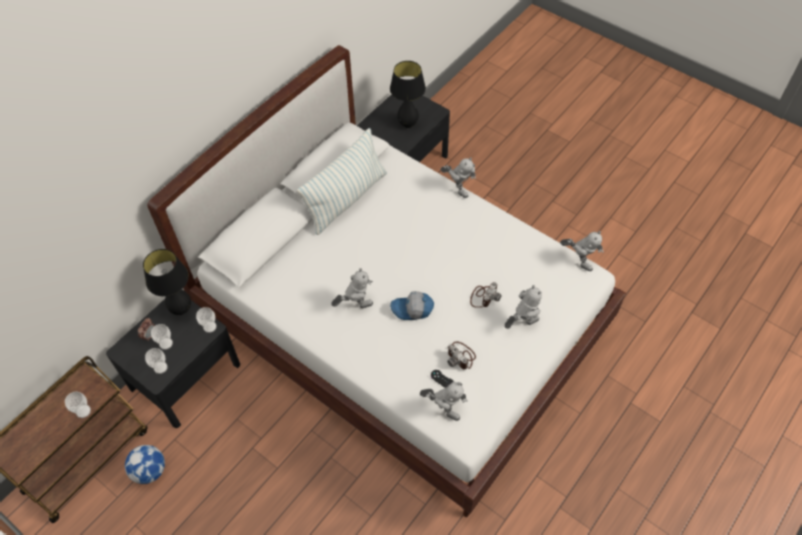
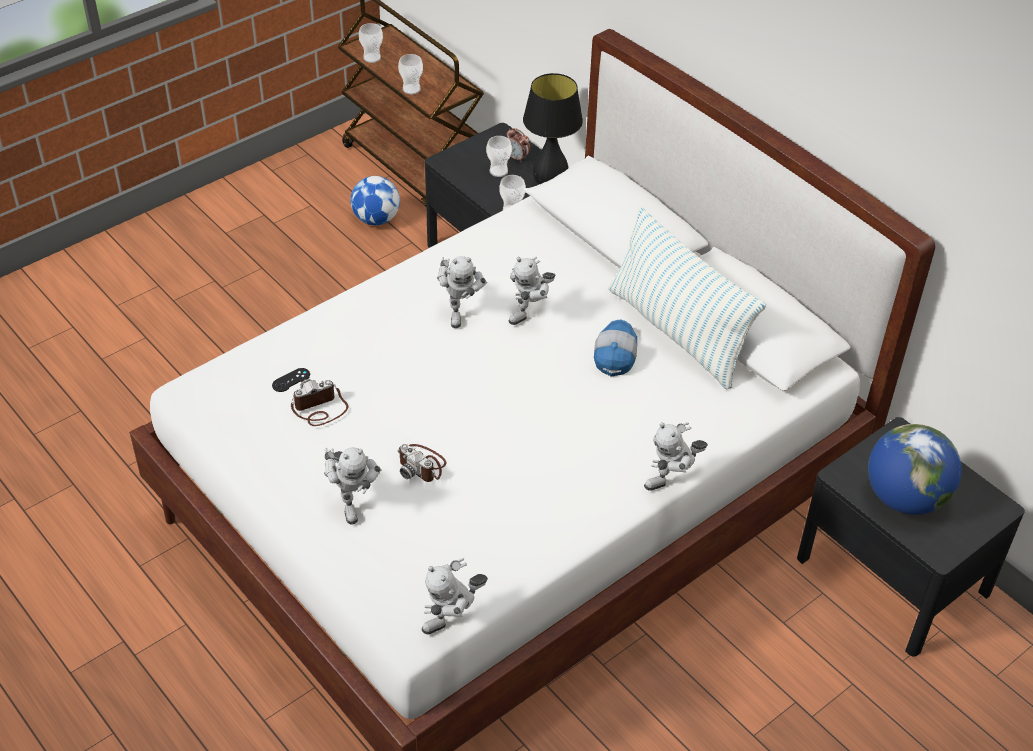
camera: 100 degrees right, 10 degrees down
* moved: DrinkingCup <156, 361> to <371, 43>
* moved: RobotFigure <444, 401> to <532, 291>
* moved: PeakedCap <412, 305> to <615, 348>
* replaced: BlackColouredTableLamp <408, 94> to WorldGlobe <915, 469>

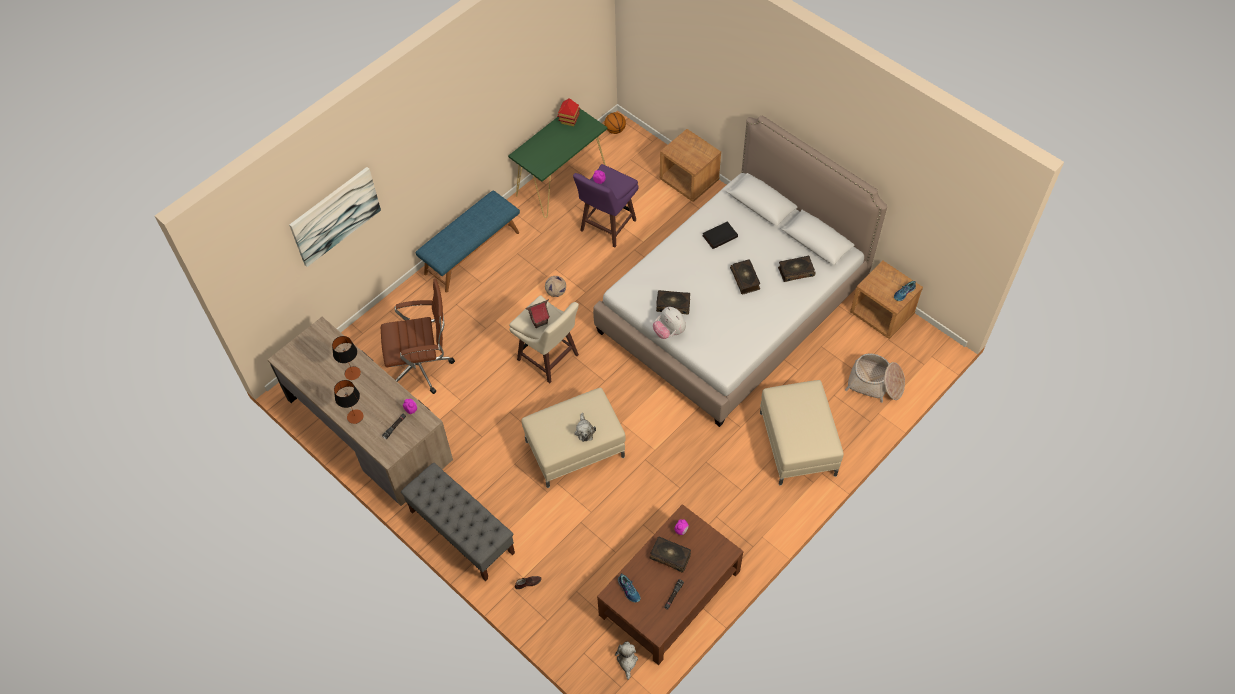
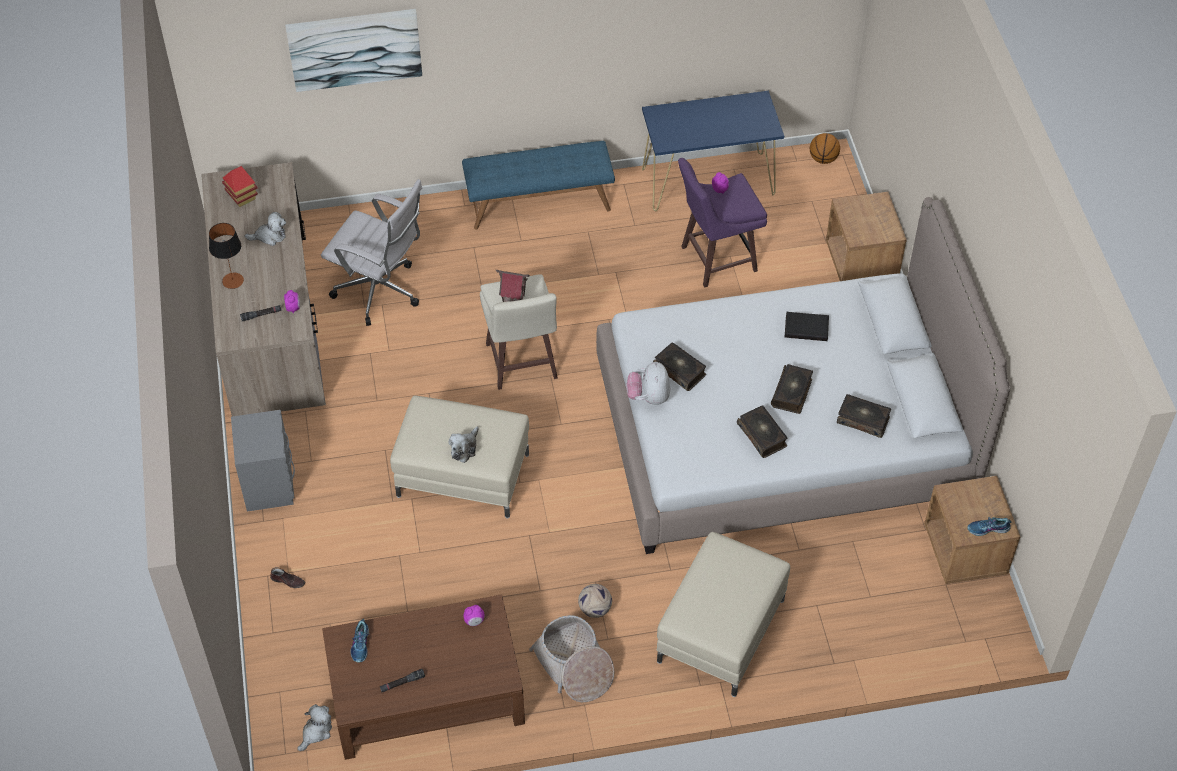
camera: 35 degrees right, 5 degrees down
* moved: ToyHouse <568, 112> to <240, 186>
* replaced: GrayBench <458, 522> to GrayBedsideTable <263, 461>
* replaced: TableLamp <346, 358> to PlushToy <265, 229>
* recoloured: BrownColouredComputerChair <418, 336> to WhiteColouredComputerChair <371, 252>
* moved: Basket <875, 378> to <571, 658>
* moved: FootballBall <555, 286> to <595, 601>
* recoloured: GreenColouredNarrowTable <557, 163> to BluishNarrowTable <713, 151>
* moved: BoundBook <670, 555> to <762, 431>

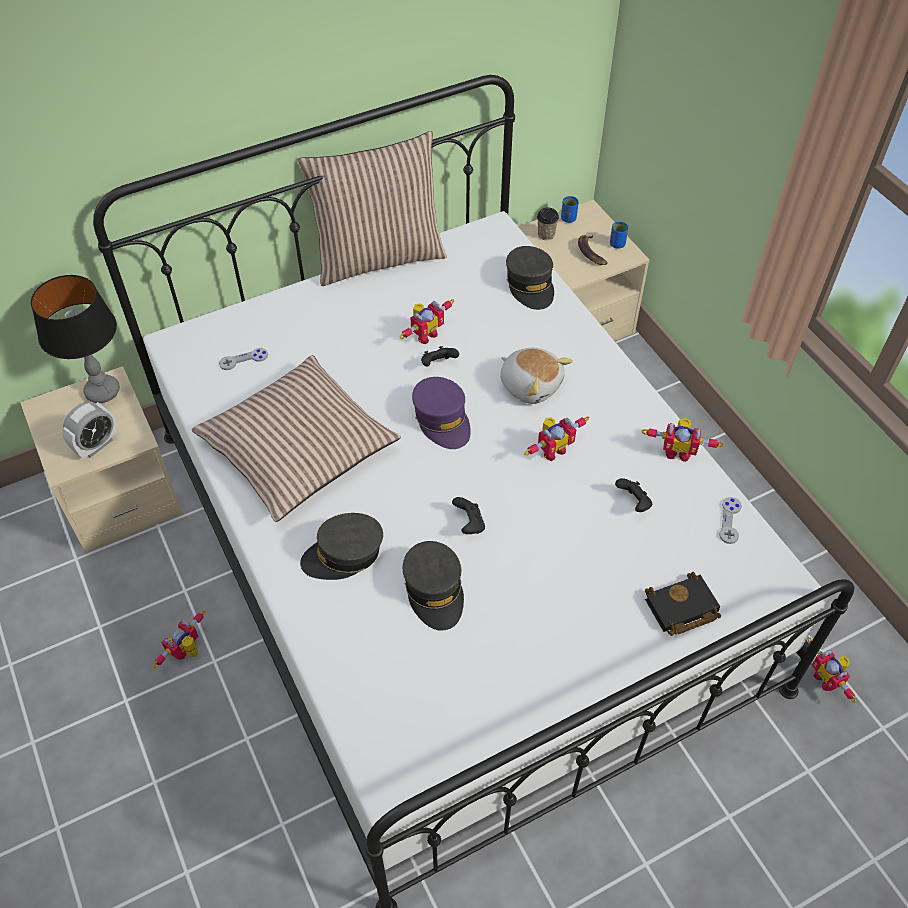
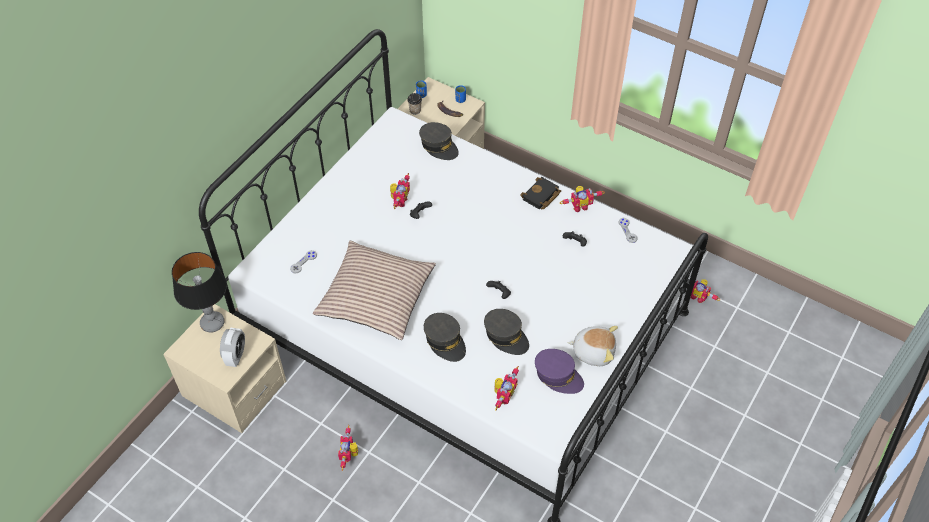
camera: 30 degrees left, 0 degrees up
* turned: GrayPeakedCap <341, 546> = <445, 337> 75 degrees counterclockwise
* moved: RobotFigure <556, 439> to <506, 388>
* moved: BlackColouredBoundBook <683, 604> to <540, 193>
* moved: PurplishPeakedCap <441, 413> to <559, 371>
* moved: PlushToy <536, 376> to <593, 346>
* removed: Cushion <372, 208>

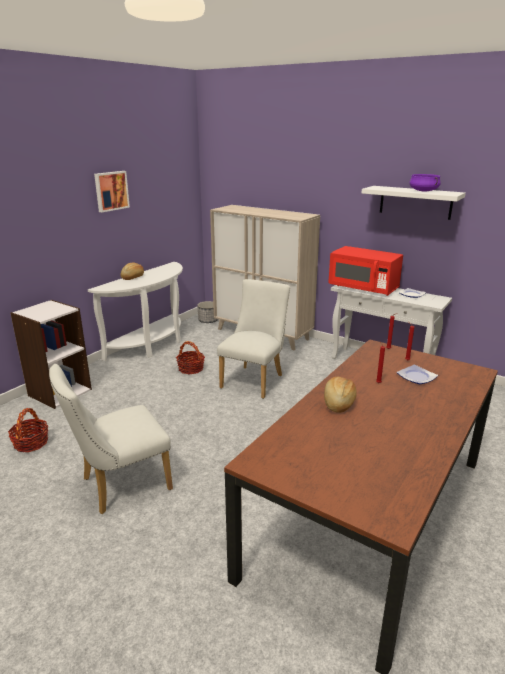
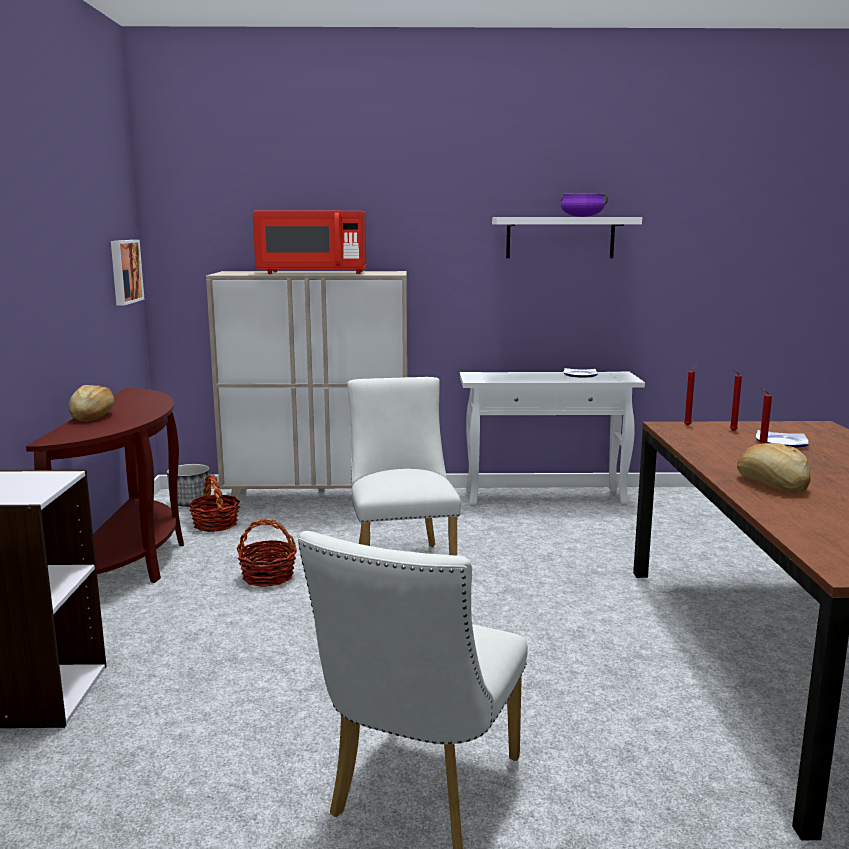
camera: 35 degrees left, 10 degrees down
* recoloured: WhiteColouredNarrowTable <135, 311> to BrownColouredNarrowTable <105, 485>
* moved: WallArt <112, 191> to <127, 273>
* moved: Basket <28, 430> to <214, 503>
* moved: RedColouredMicrowave <365, 271> to <310, 242>

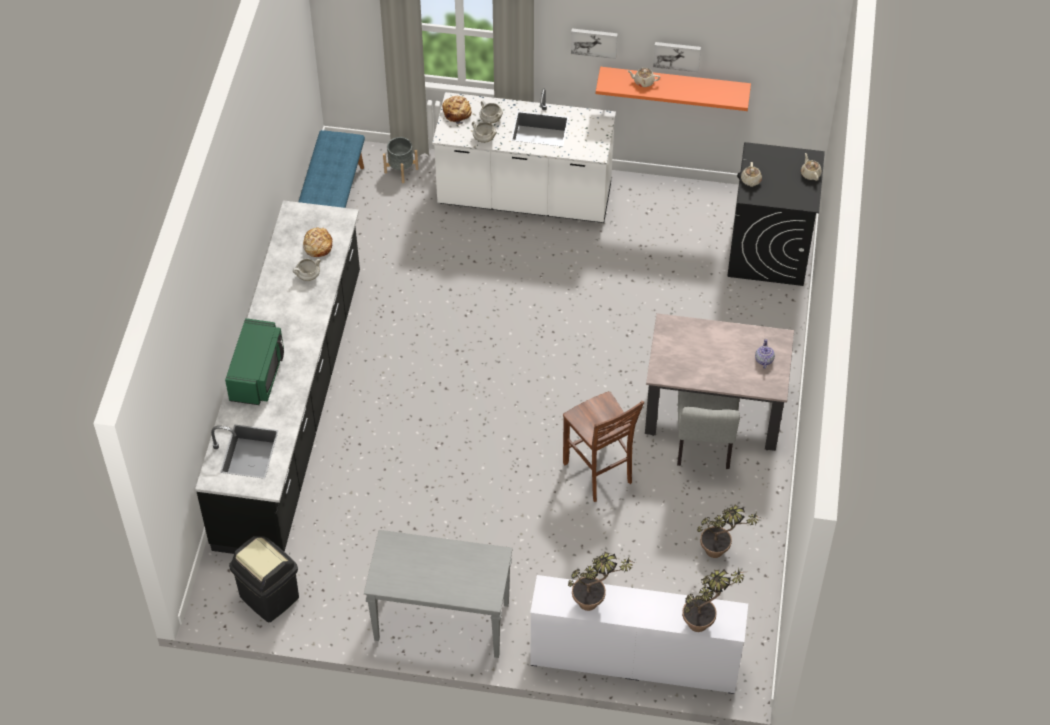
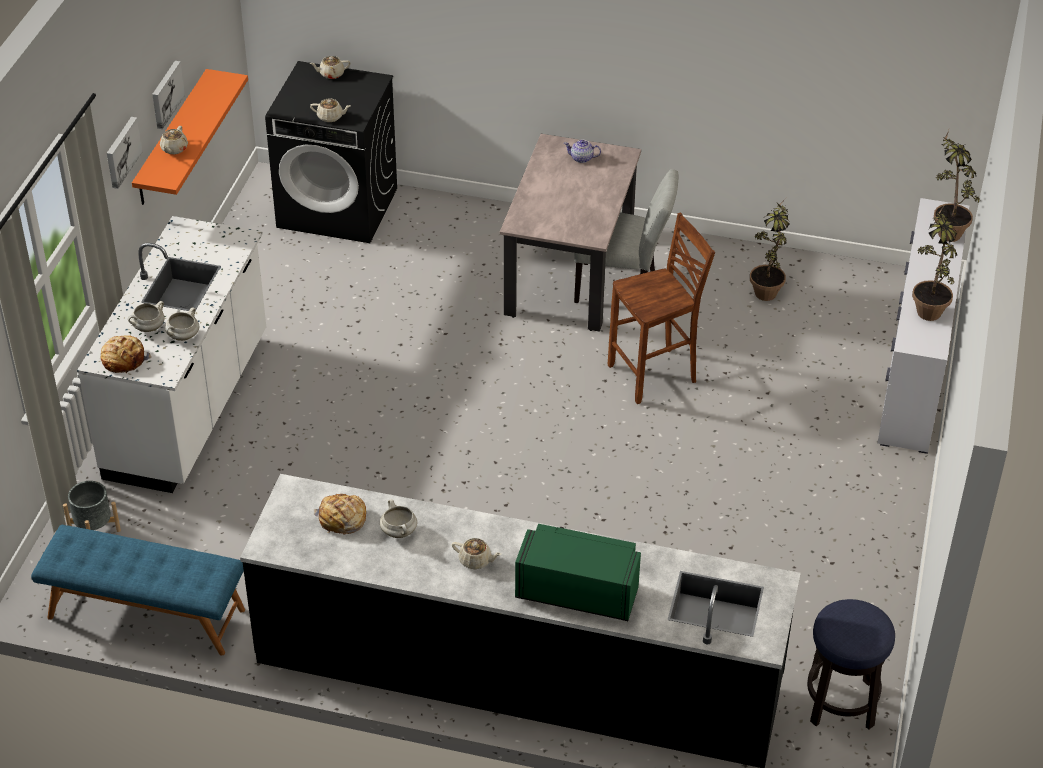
camera: 85 degrees left, 10 degrees down
* added: BeigeTeaPot <476, 553>
* replaced: BlackColouredWasteBin <264, 579> to Stool <851, 664>
* removed: GrayNarrowTable <438, 594>

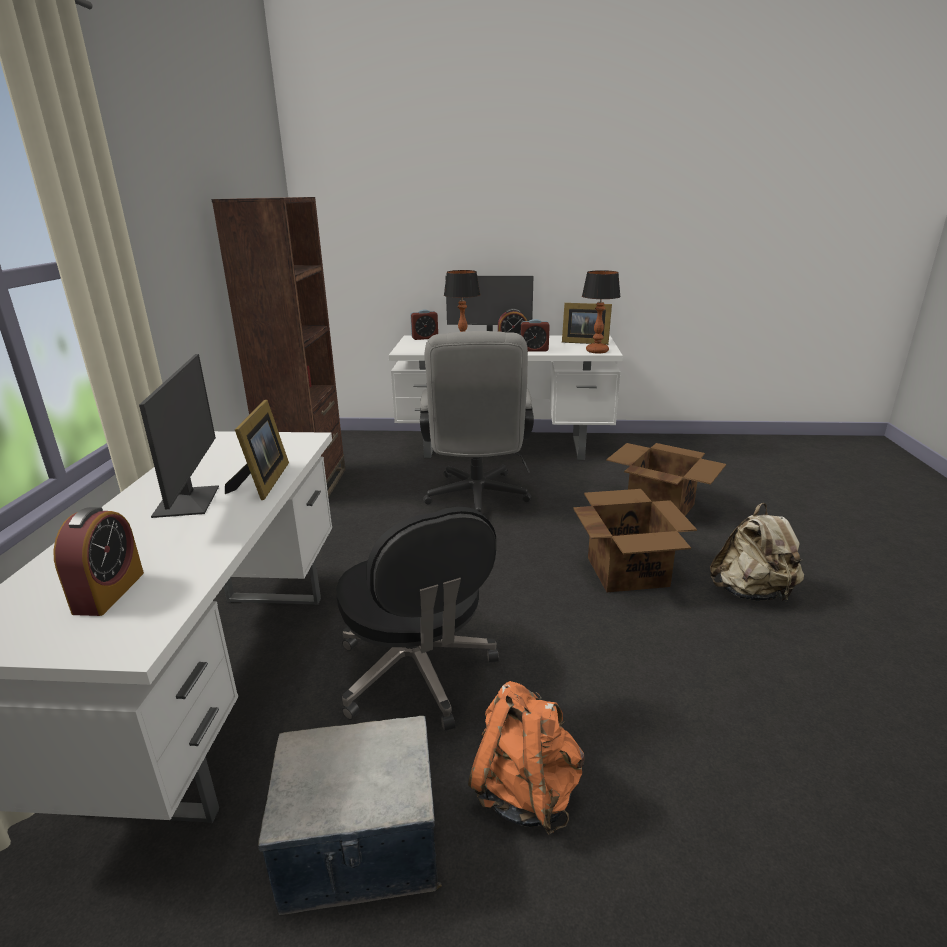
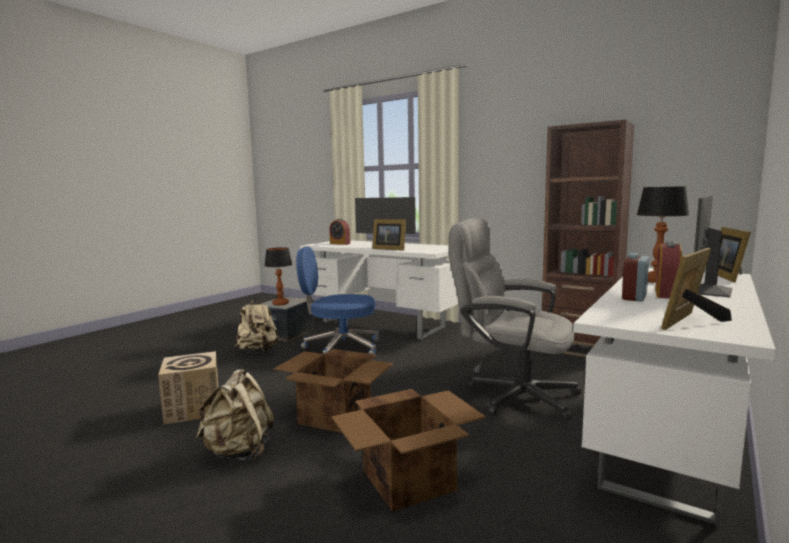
camera: 120 degrees right, 15 degrees down
* added: CardboardBox <188, 388>
* recoloured: OrangeColouredRucksack <526, 758> to BeigeRucksack <256, 325>
* moved: TableLamp <601, 312> to <278, 276>
* recoloured: BlackColouredComputerChair <417, 619> to BluishComputerChair <337, 300>
* replaced: TableClock <424, 325> to PhotoFrame <734, 255>

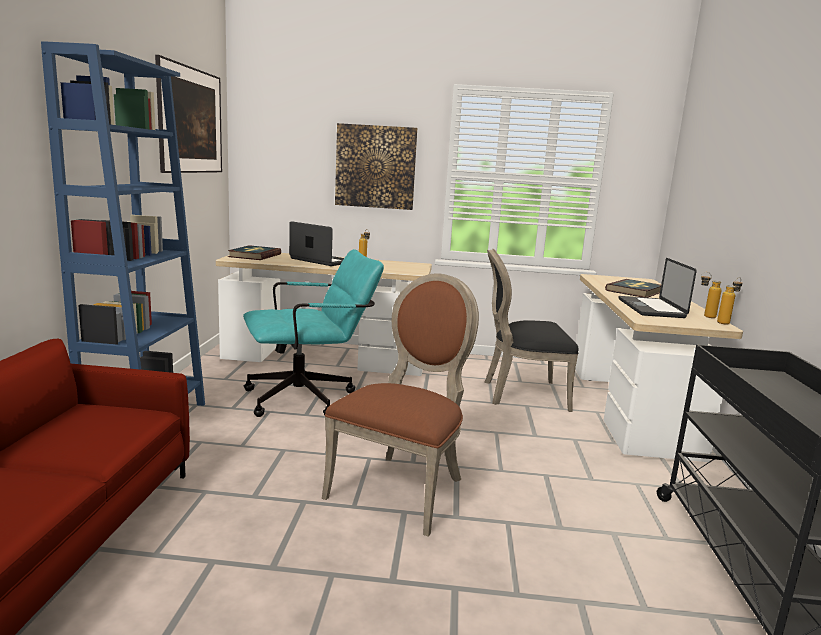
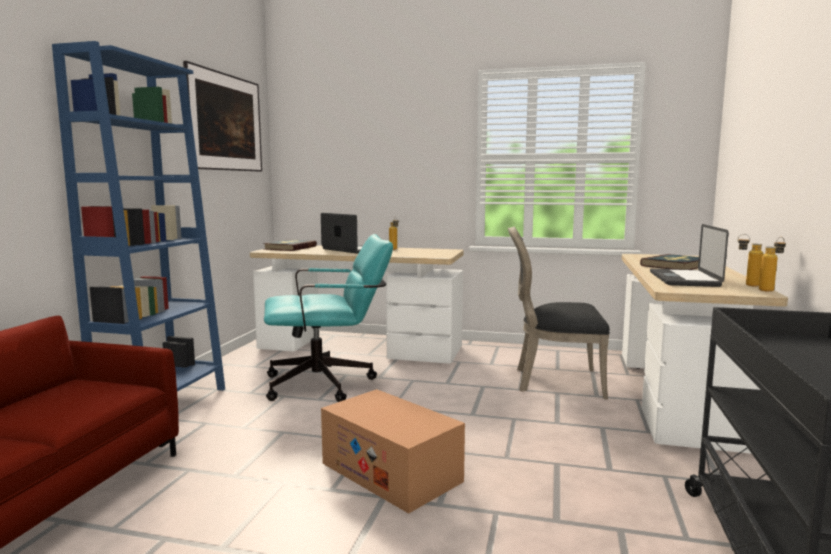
camera: 10 degrees right, 5 degrees down
* replaced: BrownColouredUprightChair <400, 405> to CardboardBox <393, 451>
* removed: WallArt <376, 166>

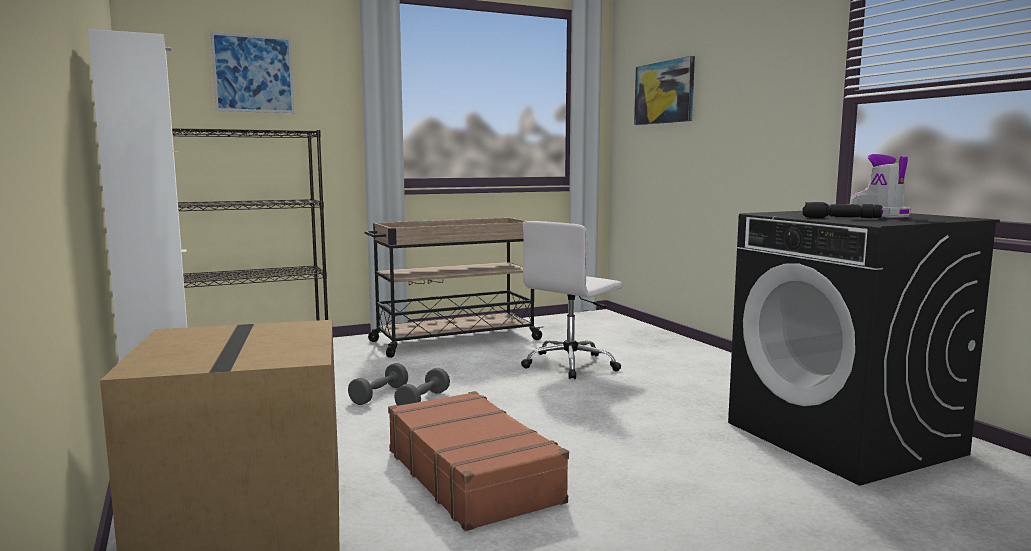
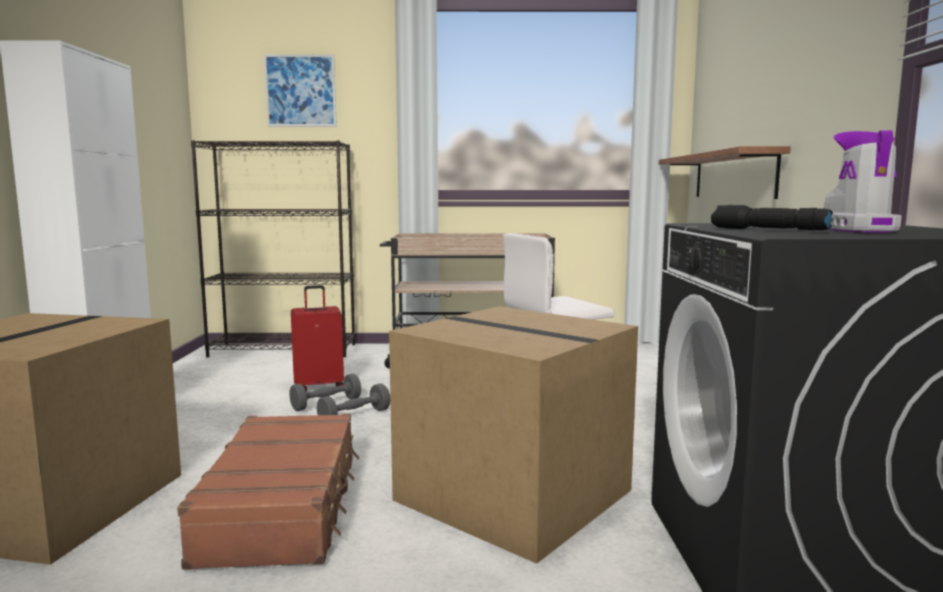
camera: 25 degrees right, 0 degrees up
* added: RedColouredSuitcase <317, 338>
* added: CardboardBox <513, 435>
* added: BracketShelf <725, 172>
* removed: WallArt <664, 90>

